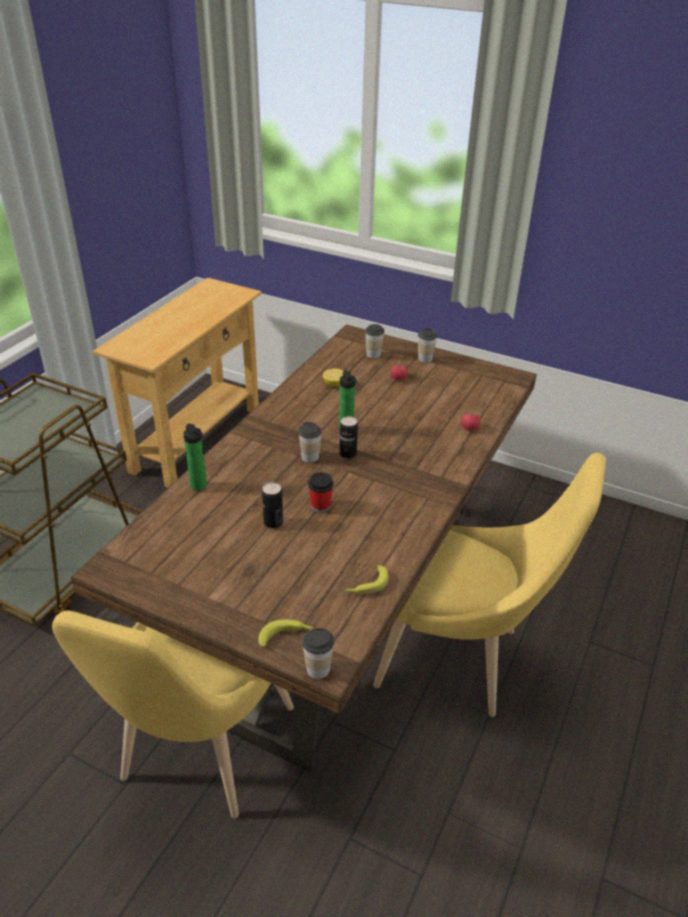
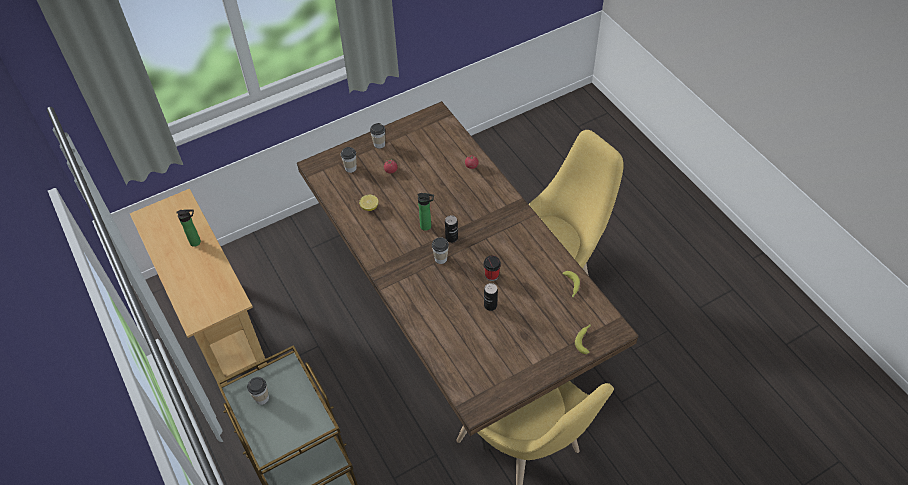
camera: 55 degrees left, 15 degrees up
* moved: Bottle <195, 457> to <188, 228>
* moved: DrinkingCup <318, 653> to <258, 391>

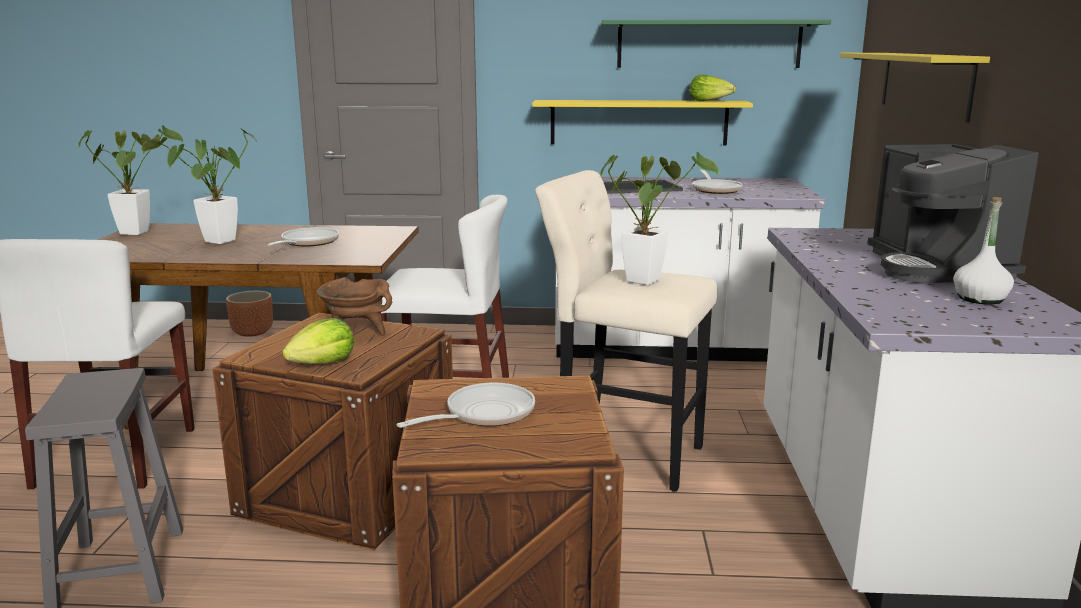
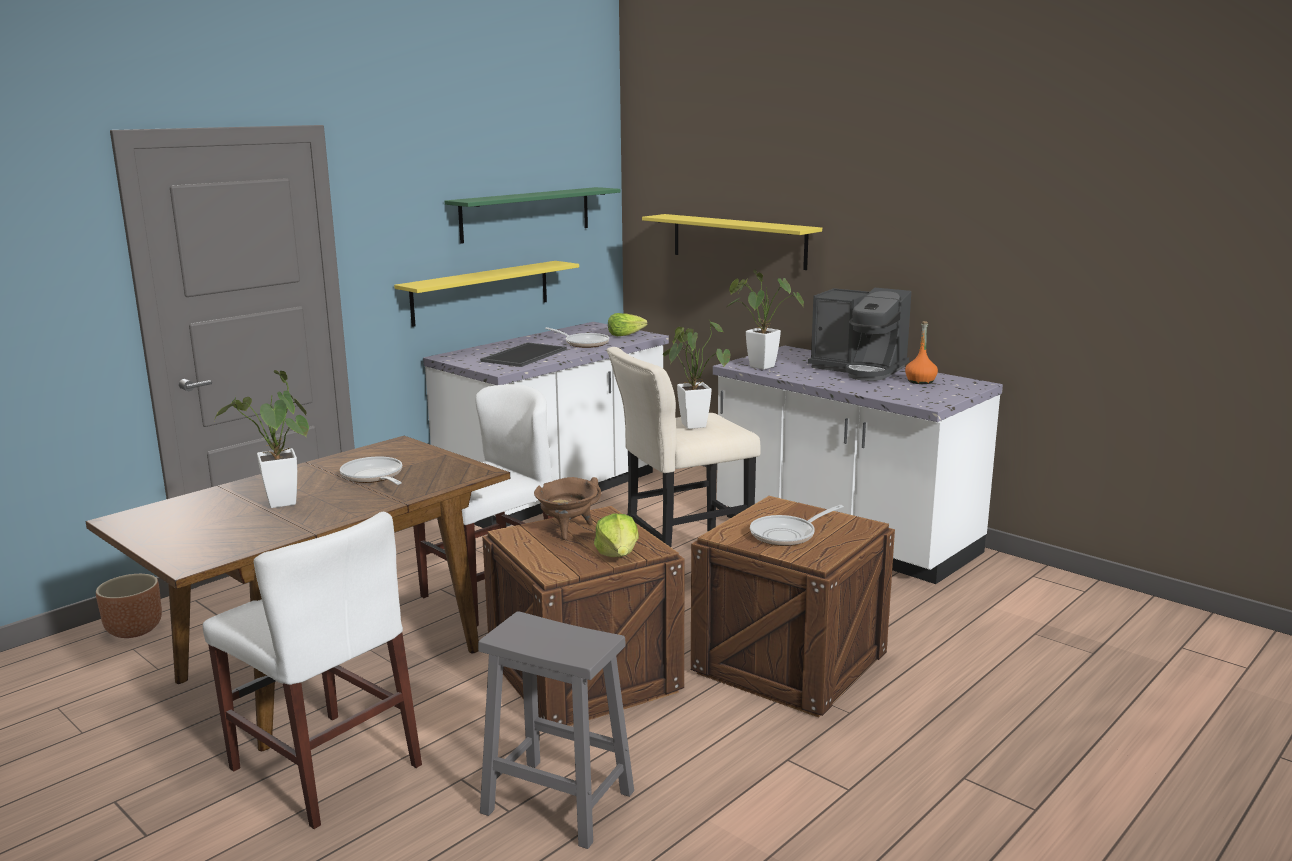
camera: 50 degrees left, 0 degrees up
* moved: HeadOfLettuce <712, 88> to <628, 324>
* moved: PottedPlant <131, 180> to <765, 319>
* turned: Skillet <466, 405> = <797, 525> 120 degrees counterclockwise
* recoloured: WhiteColouredBottle <984, 251> to OrangeColouredBottle <921, 352>

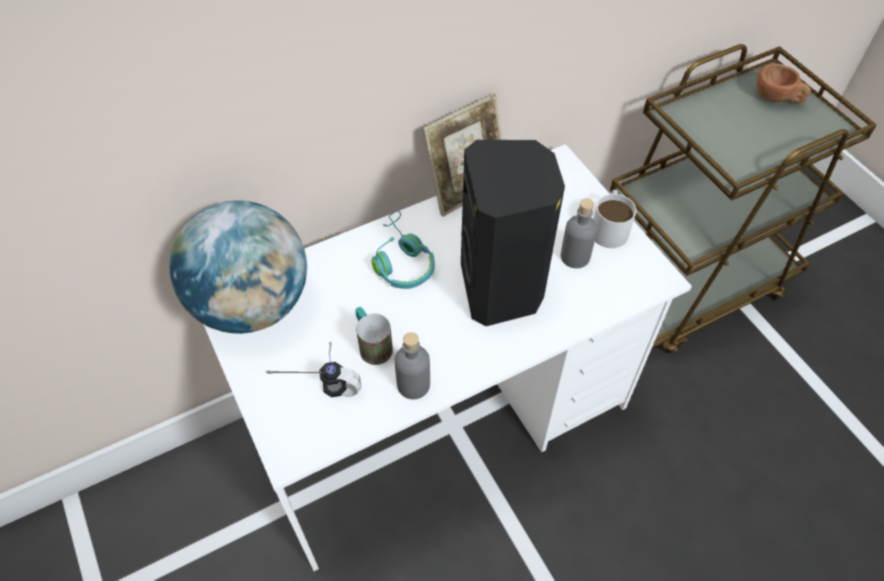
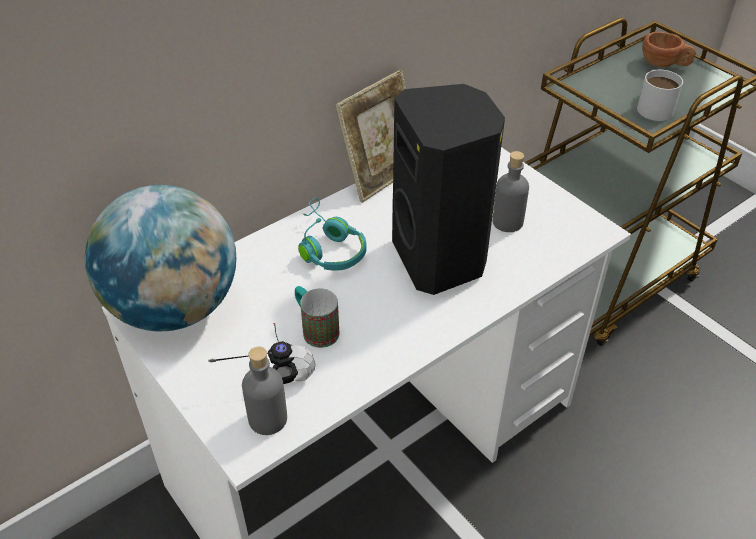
camera: 10 degrees left, 10 degrees down
* moved: GrayBottle <412, 365> to <264, 391>
* moved: WhiteColouredMug <614, 219> to <660, 95>

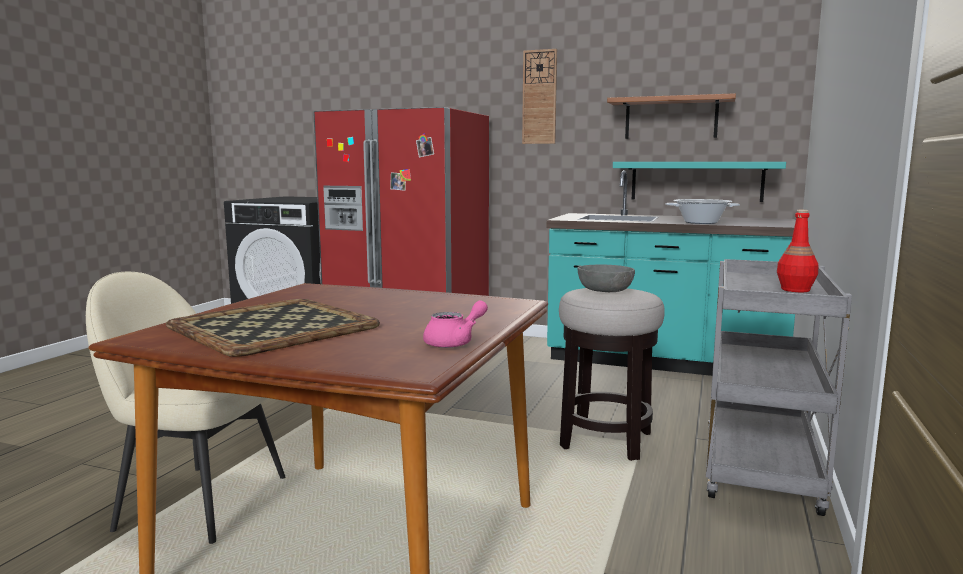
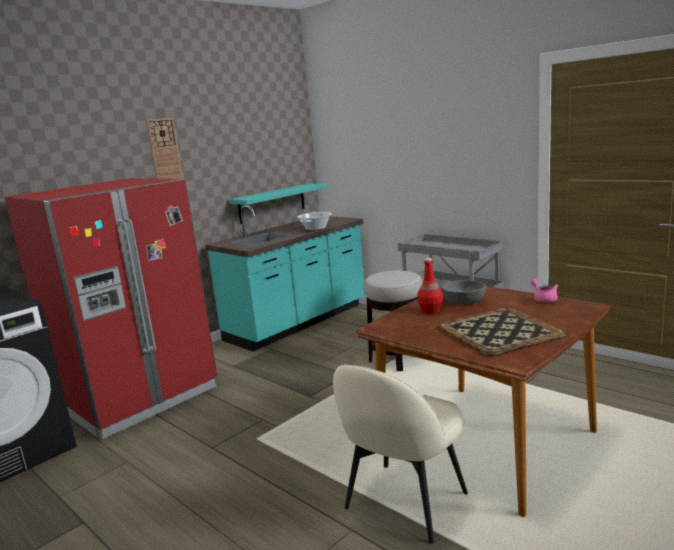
camera: 65 degrees left, 5 degrees up
* moved: RedColouredBottle <798, 251> to <430, 286>
* moved: GrayServingBowl <606, 278> to <464, 292>
* removed: BracketShelf <671, 116>

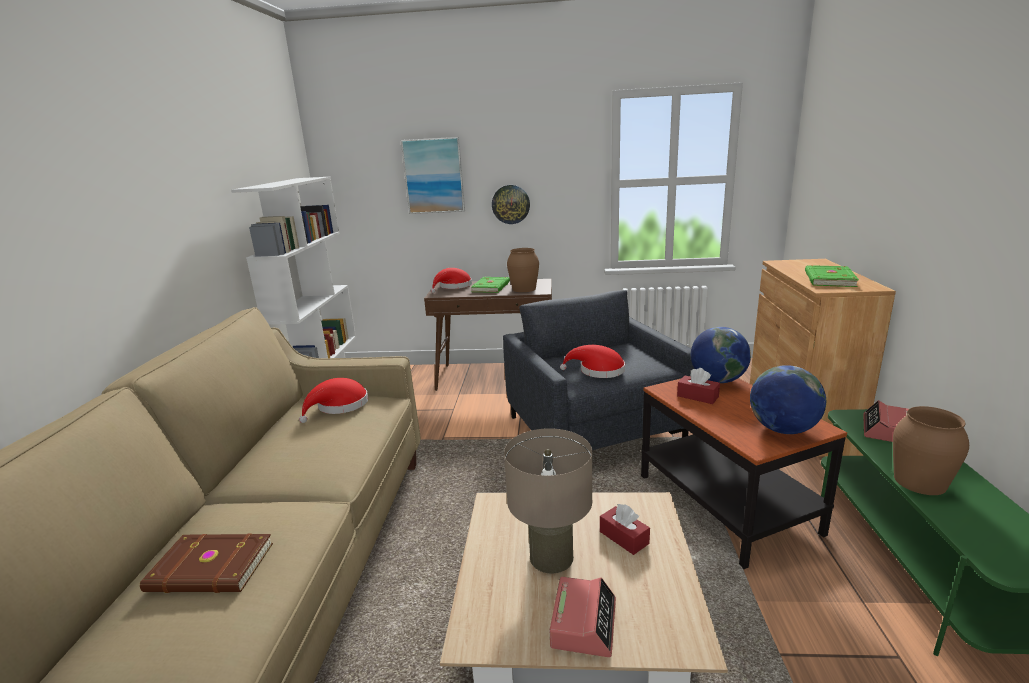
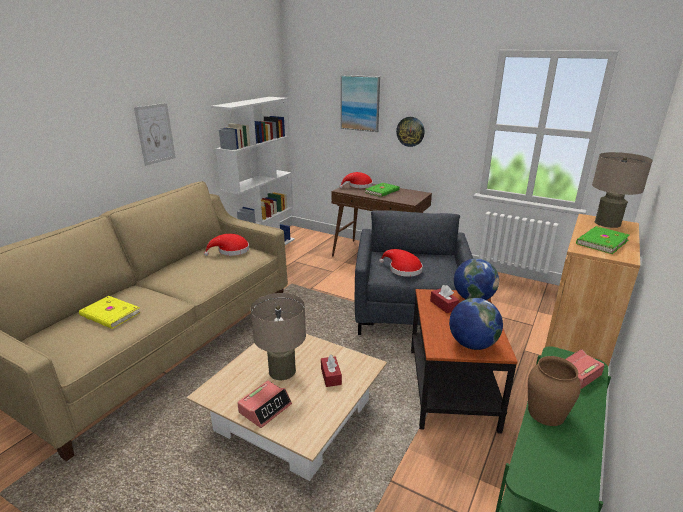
camera: 25 degrees right, 5 degrees up
* recoloured: BrownColouredBoundBook <206, 563> to YellowBoundBook <110, 312>
* added: WallArt <155, 134>
* added: BeigeTableLamp <622, 190>
* removed: BrownColouredVase <523, 270>

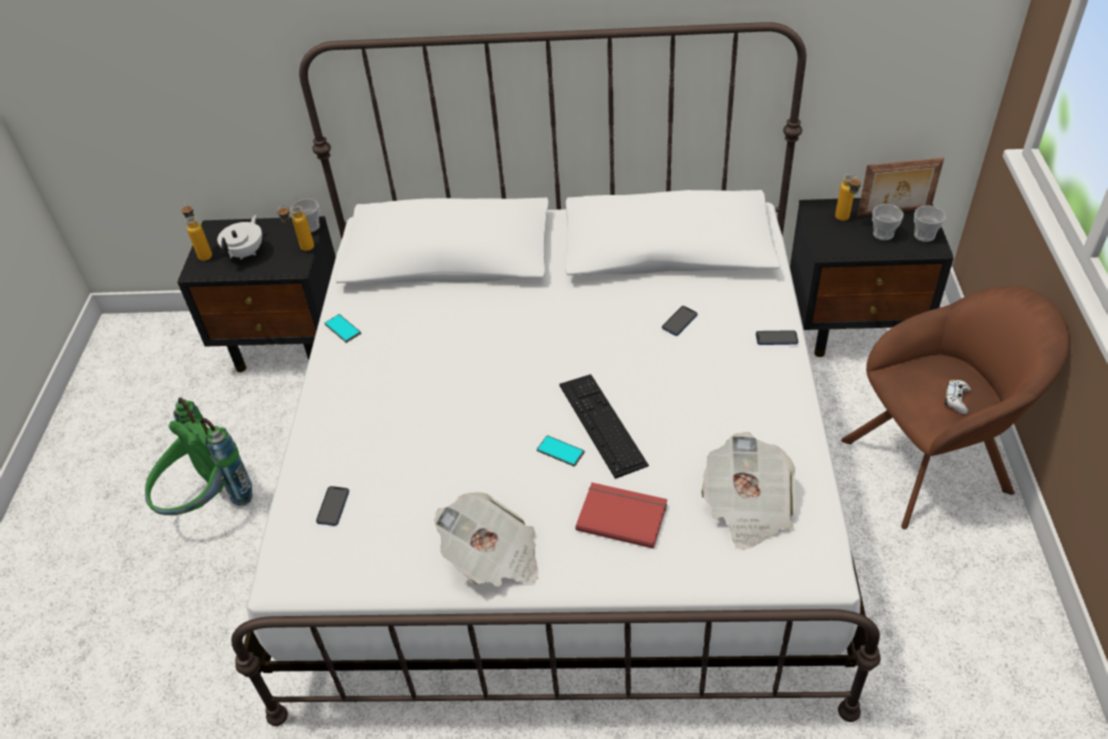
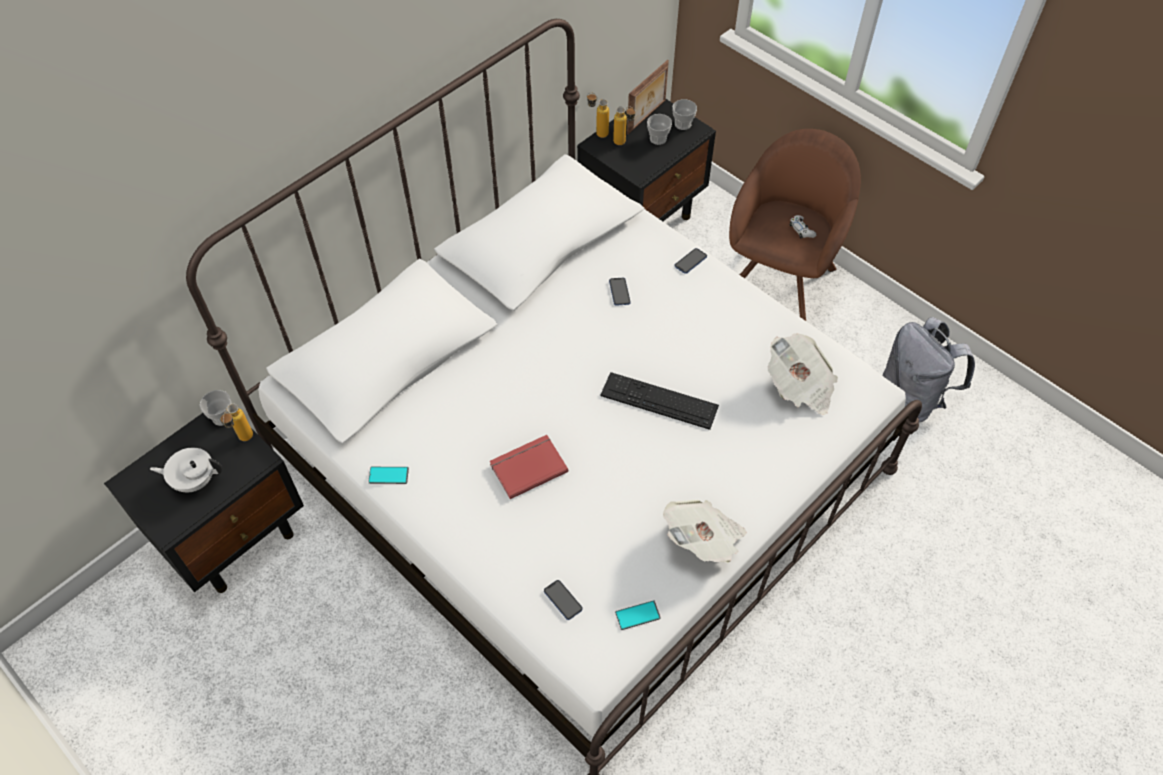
camera: 50 degrees left, 10 degrees up
* turned: WhiteColouredTeaPot <239, 237> = <186, 470> 60 degrees counterclockwise
* moved: RedColouredBoundBook <621, 516> to <529, 467>
* moved: Bottle <197, 232> to <598, 115>
* moved: Phone <561, 450> to <638, 615>
* added: GrayRucksack <928, 369>
* removed: GreenColouredRucksack <199, 456>

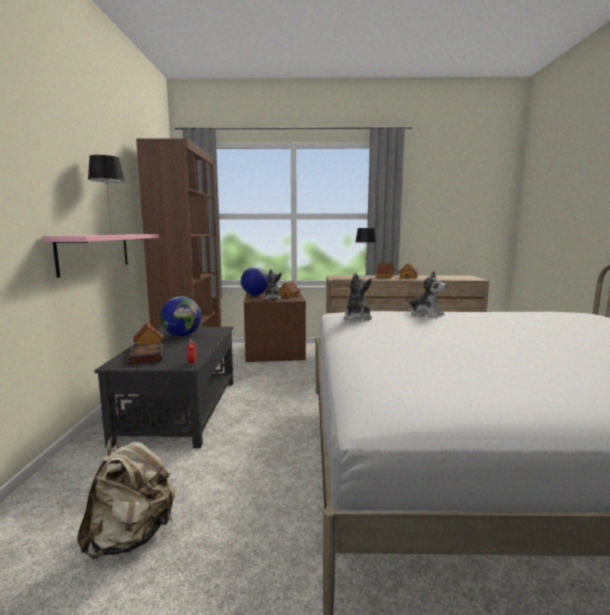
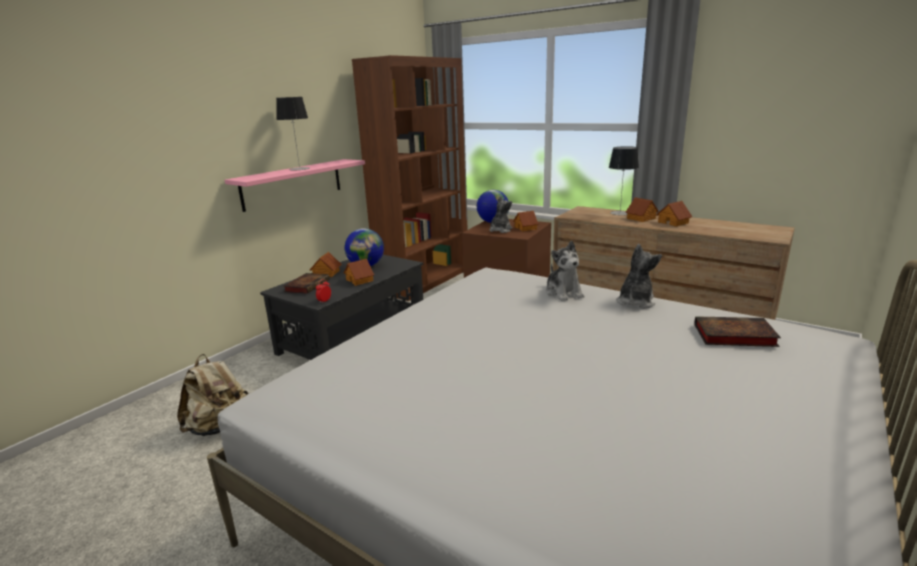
camera: 35 degrees right, 10 degrees up
* added: ToyHouse <359, 272>
* moved: PlushToy <358, 297> to <639, 276>
* added: BoundBook <737, 331>

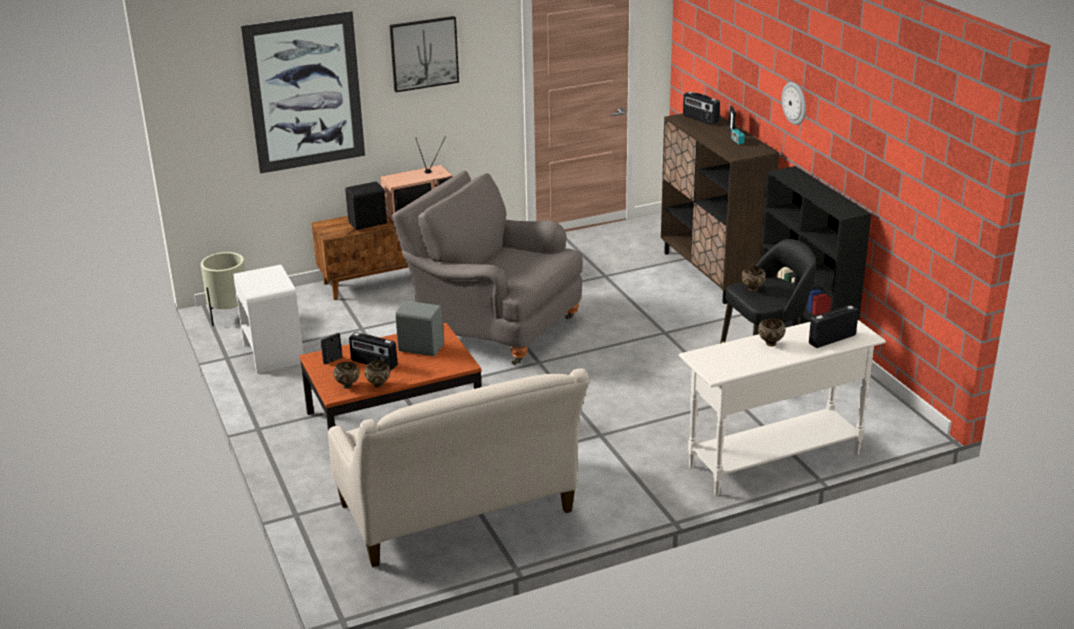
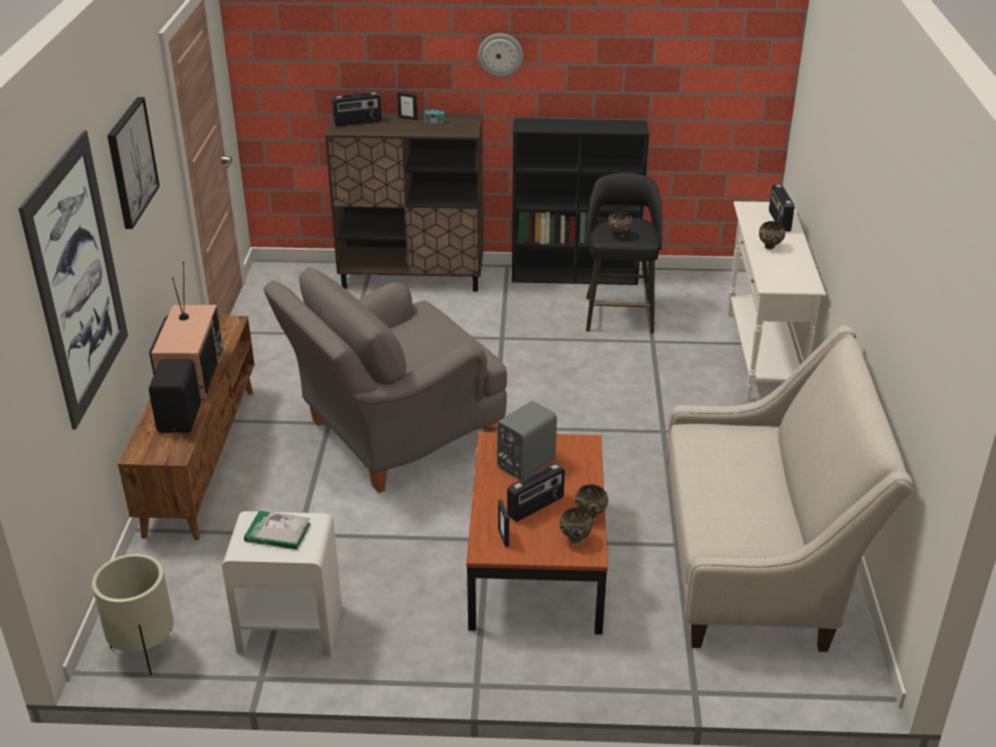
camera: 65 degrees left, 5 degrees up
* added: BoundBook <277, 530>

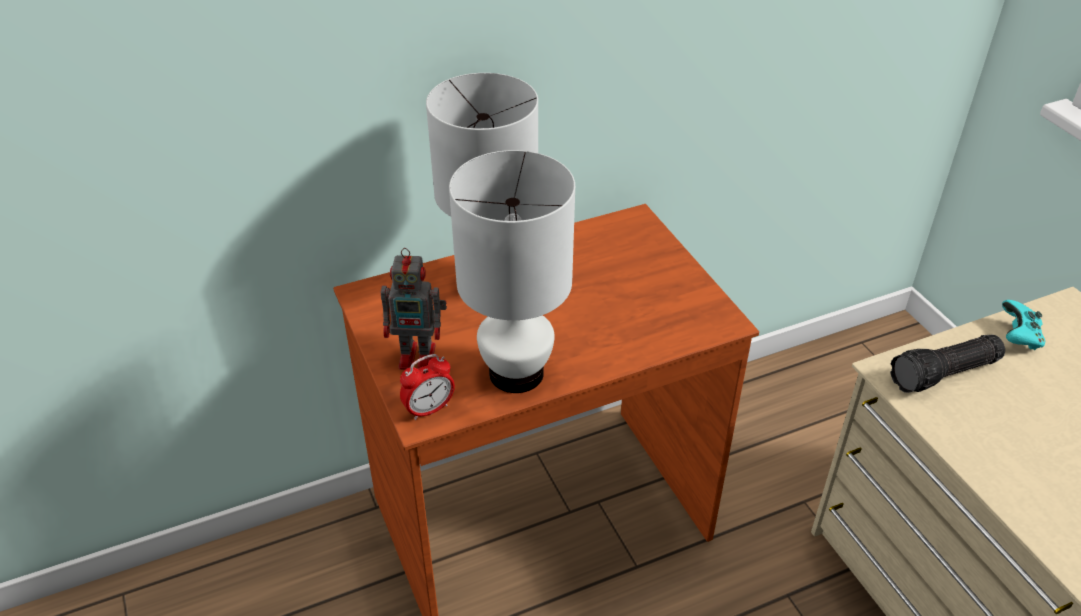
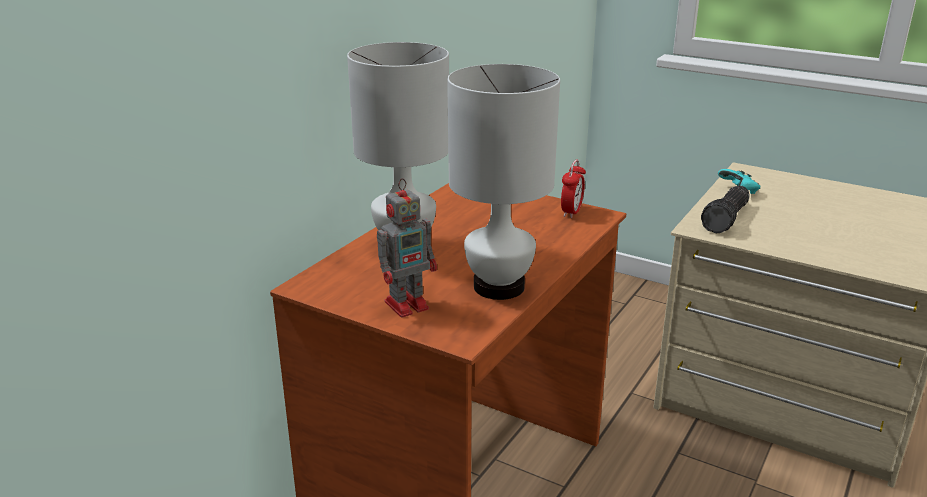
camera: 35 degrees left, 15 degrees down
* moved: TableClock <427, 387> to <573, 189>

